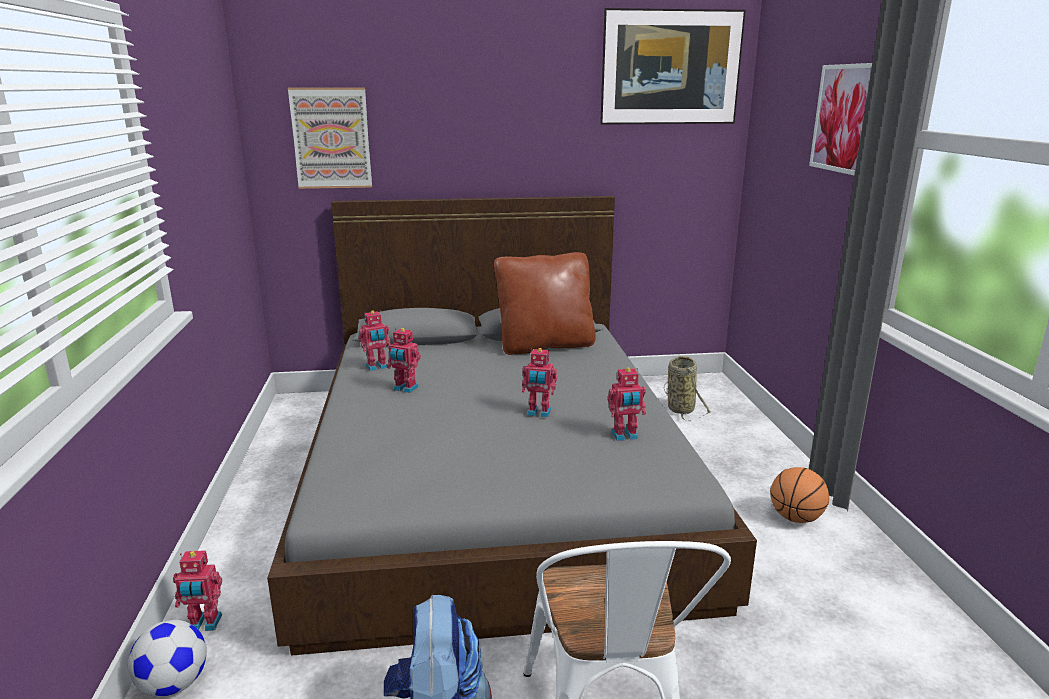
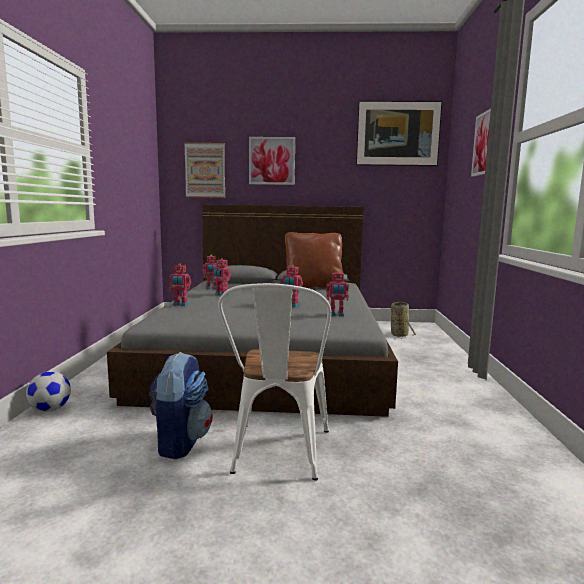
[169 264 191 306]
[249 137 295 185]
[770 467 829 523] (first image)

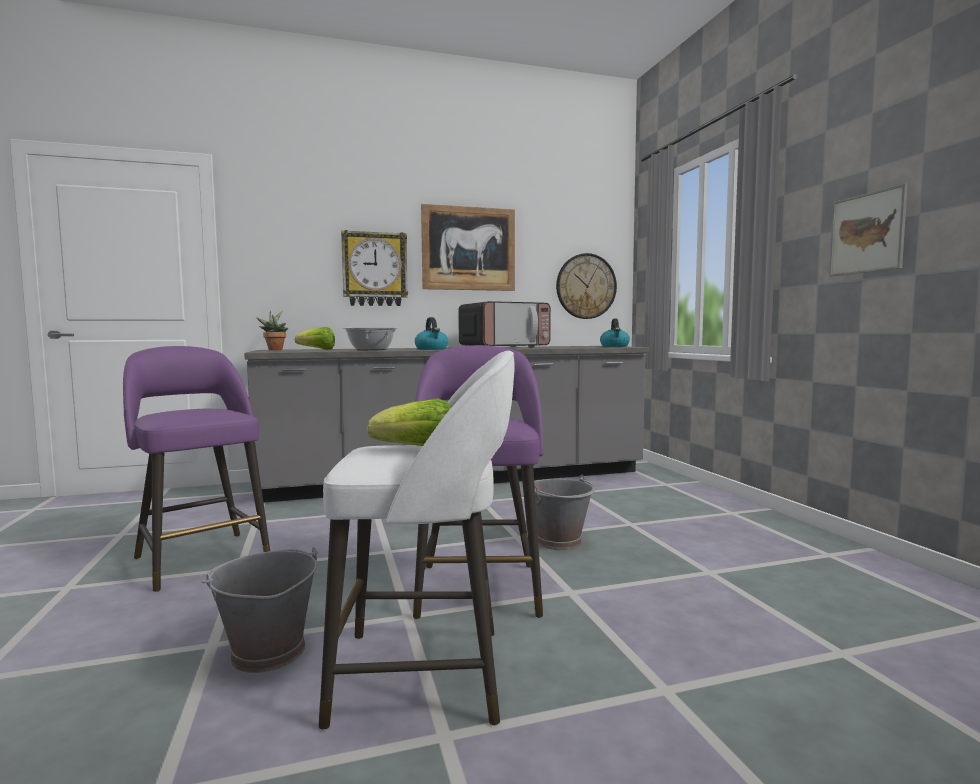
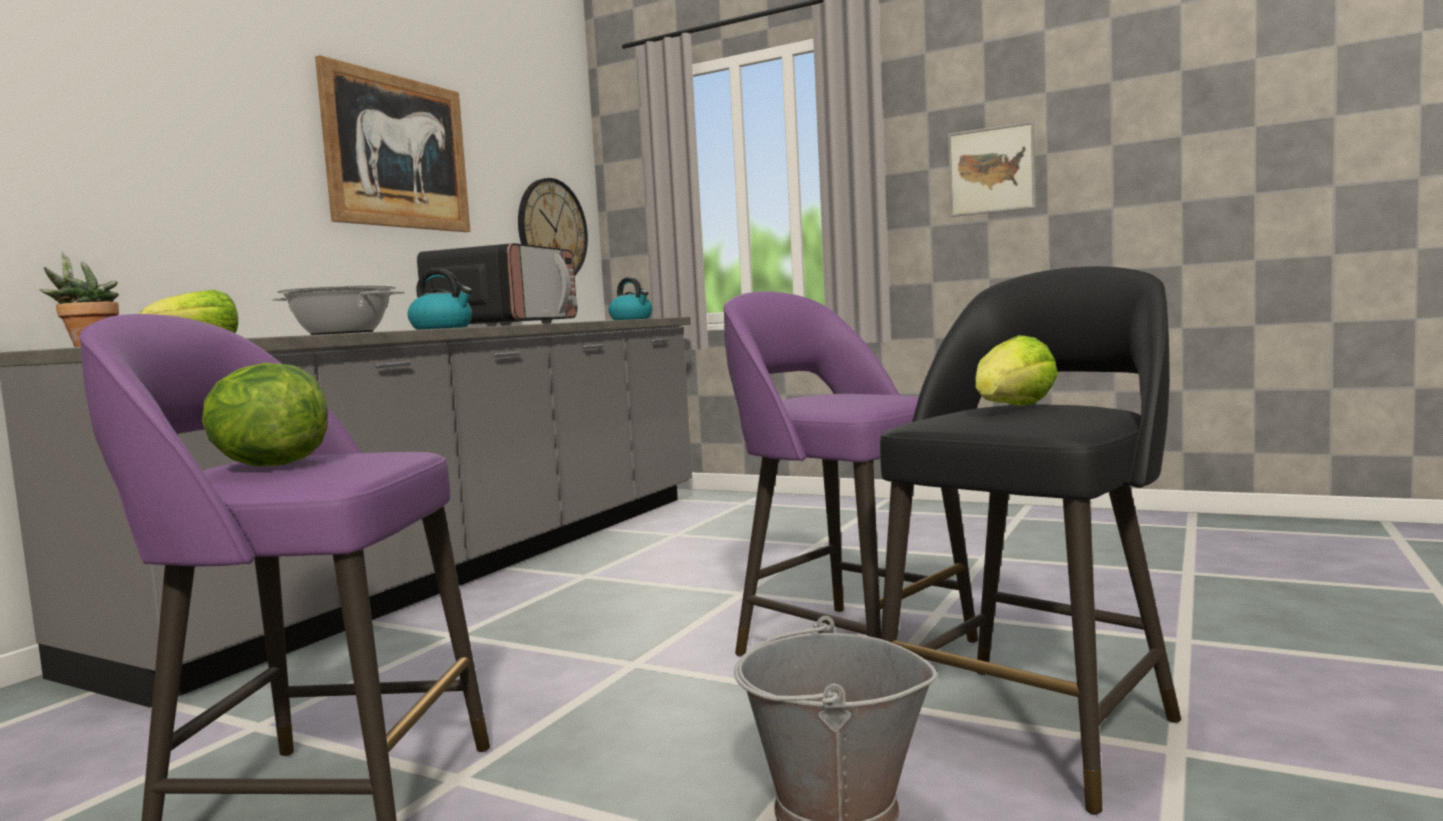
[202 363 328 466]
[880 266 1181 815]
[341 230 408 306] (first image)
[534 475 595 550] (first image)

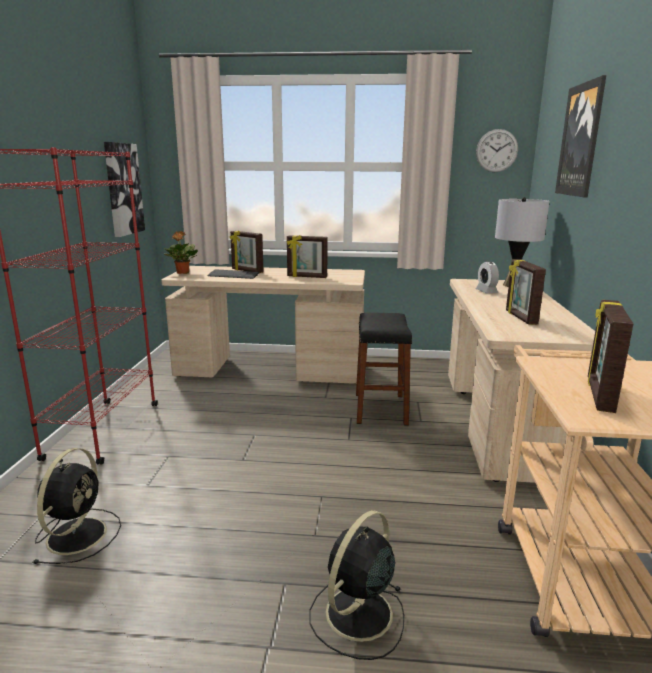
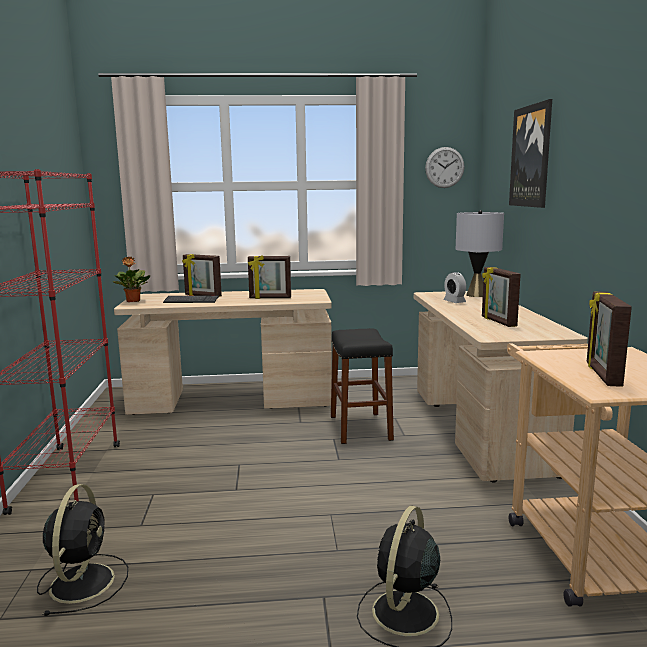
[104 142 145 237] (first image)

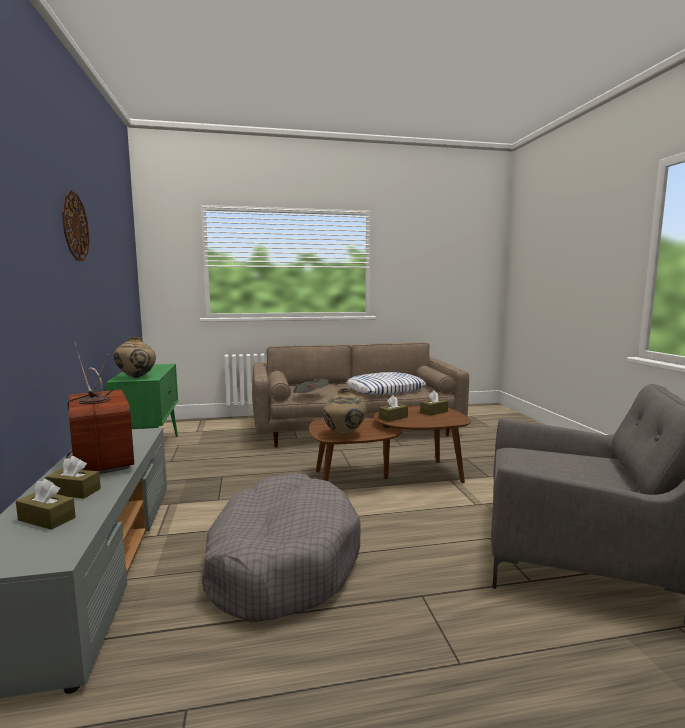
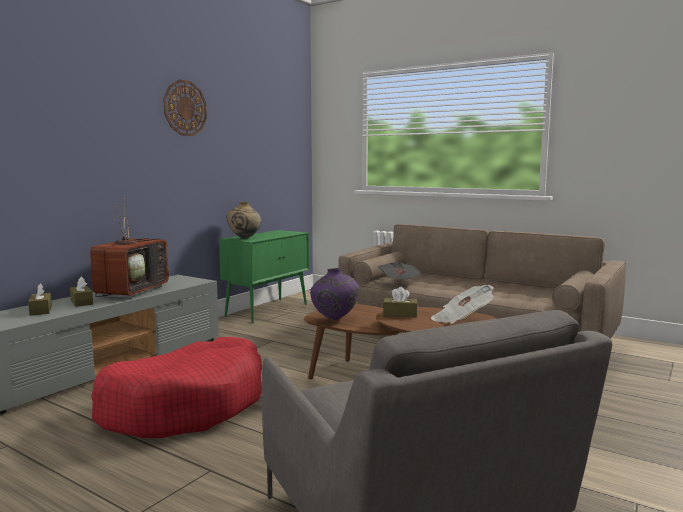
[91 337 262 438]
[310 268 359 320]
[431 285 494 324]
[346 372 426 395] (first image)

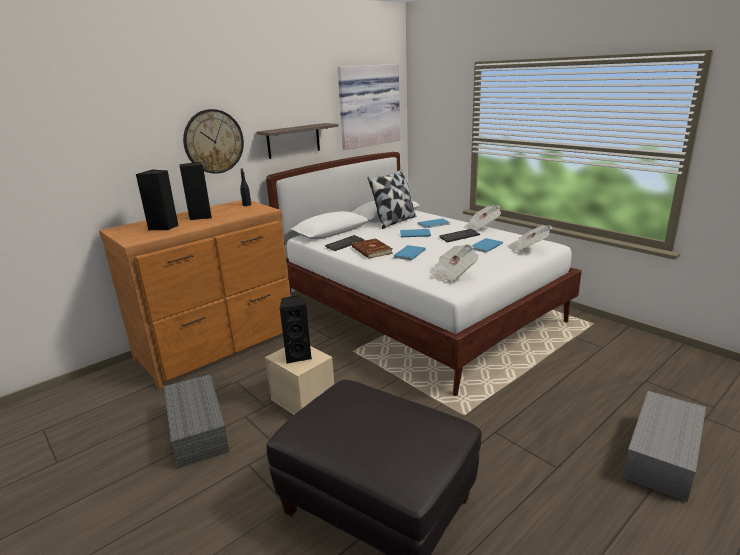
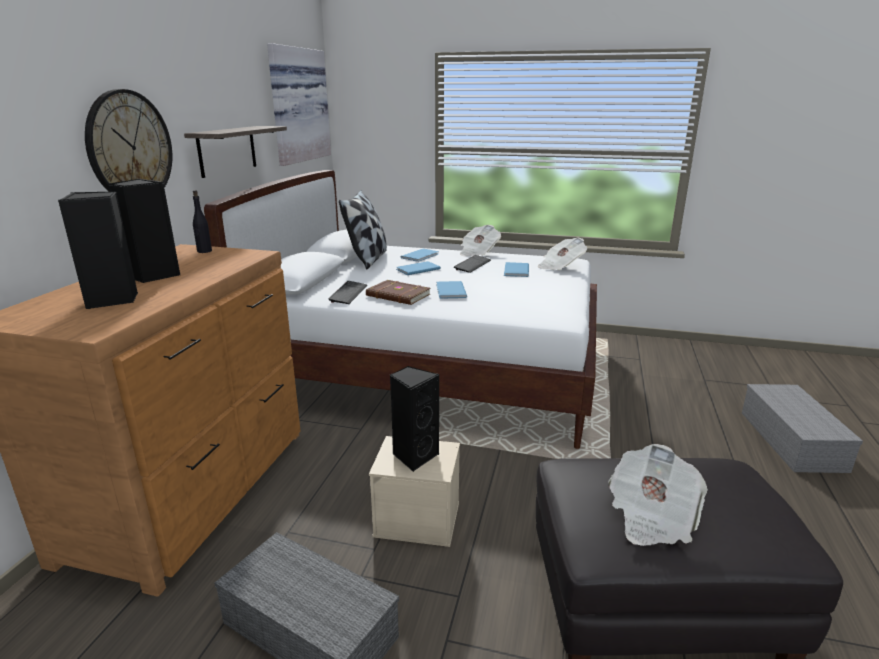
[608 444 708 546]

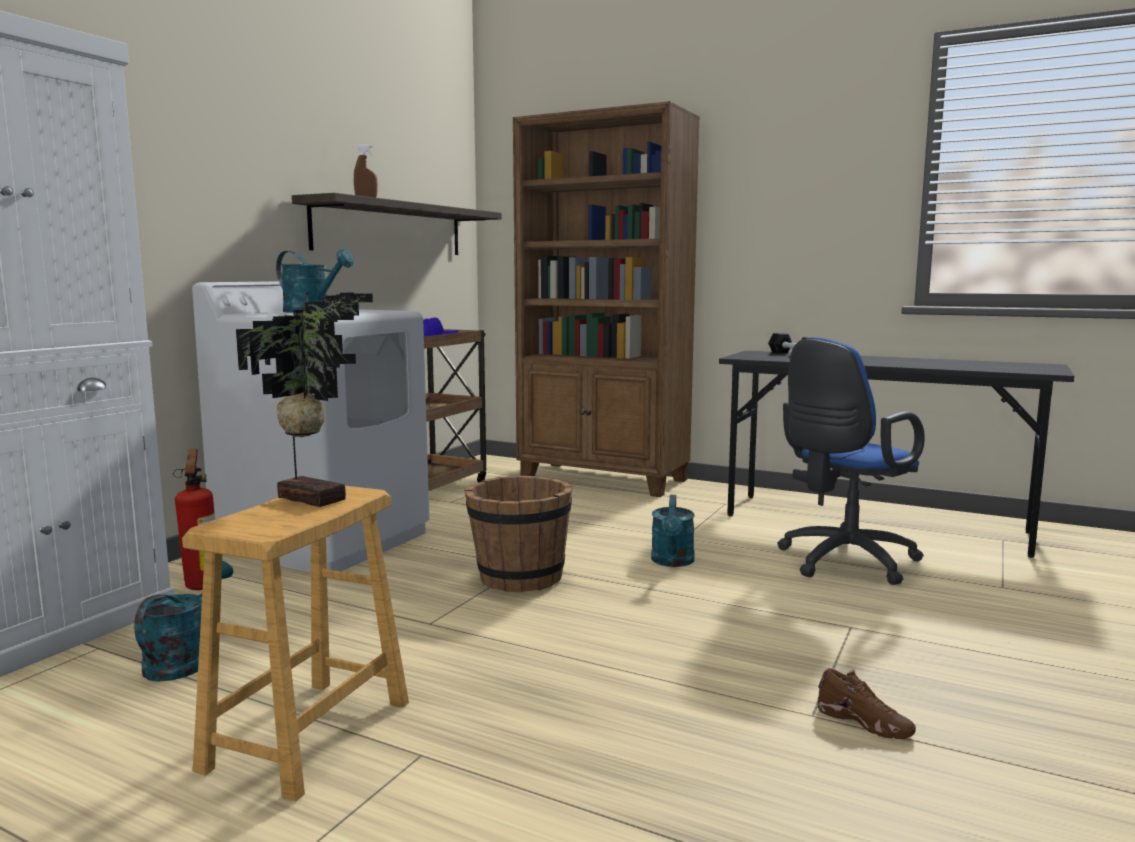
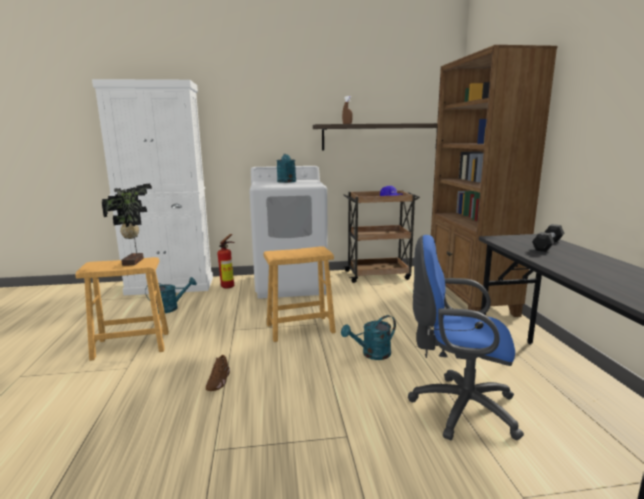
[206 355 230 391]
[263 246 336 342]

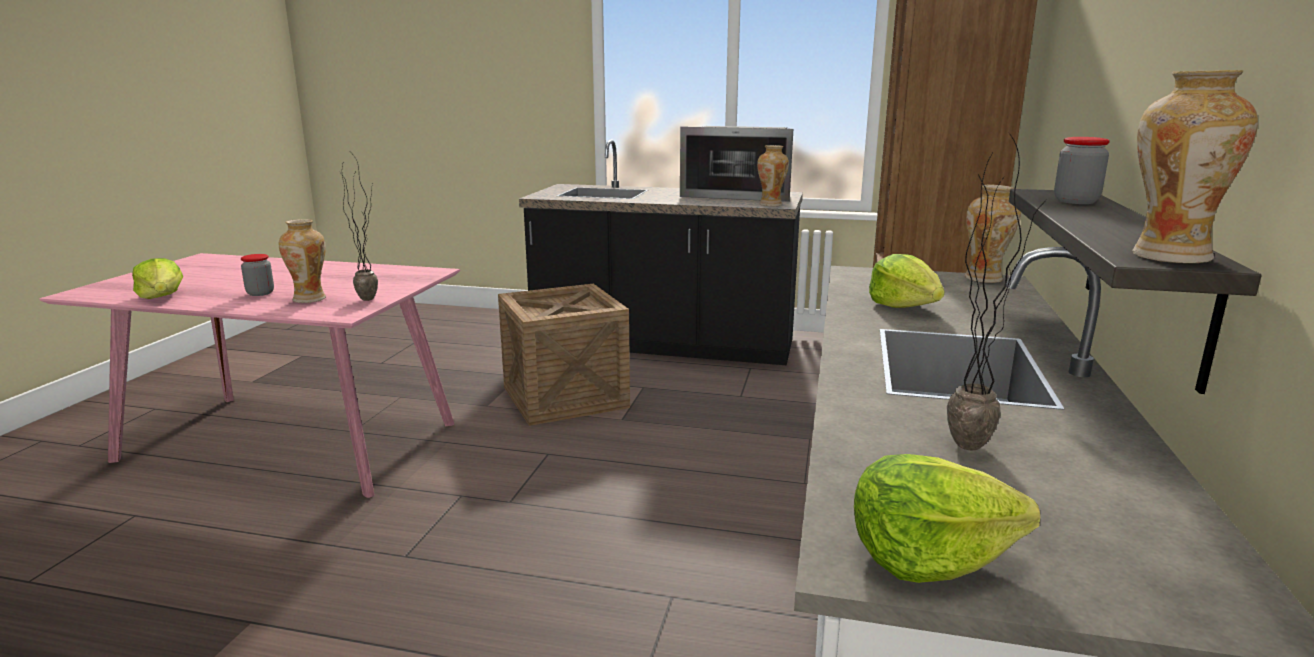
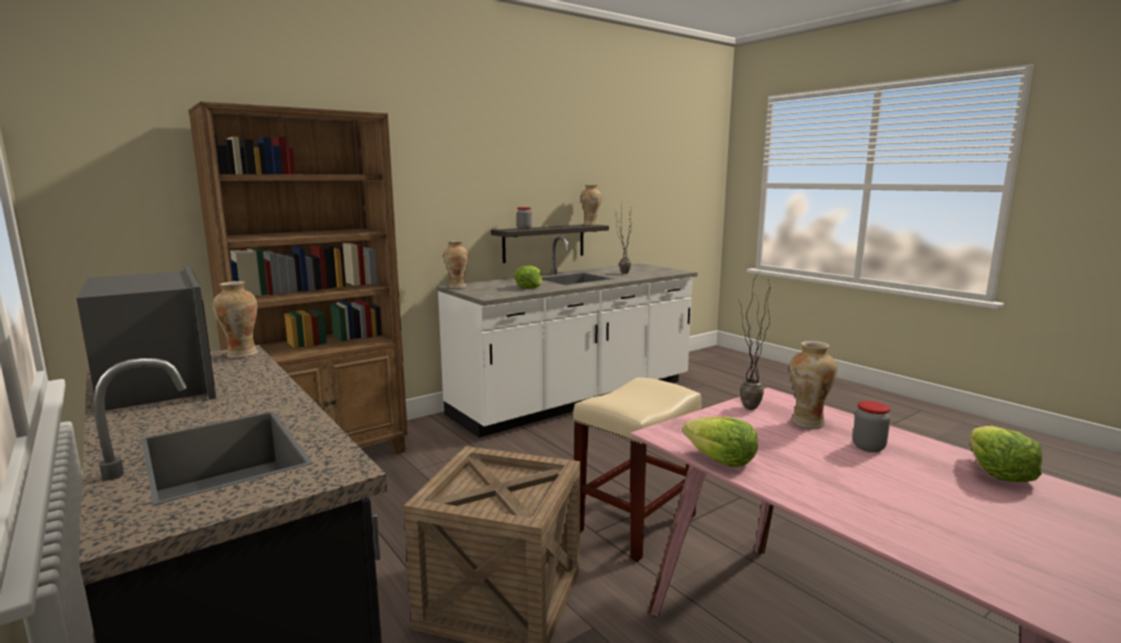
[573 377 702 562]
[682 417 758 467]

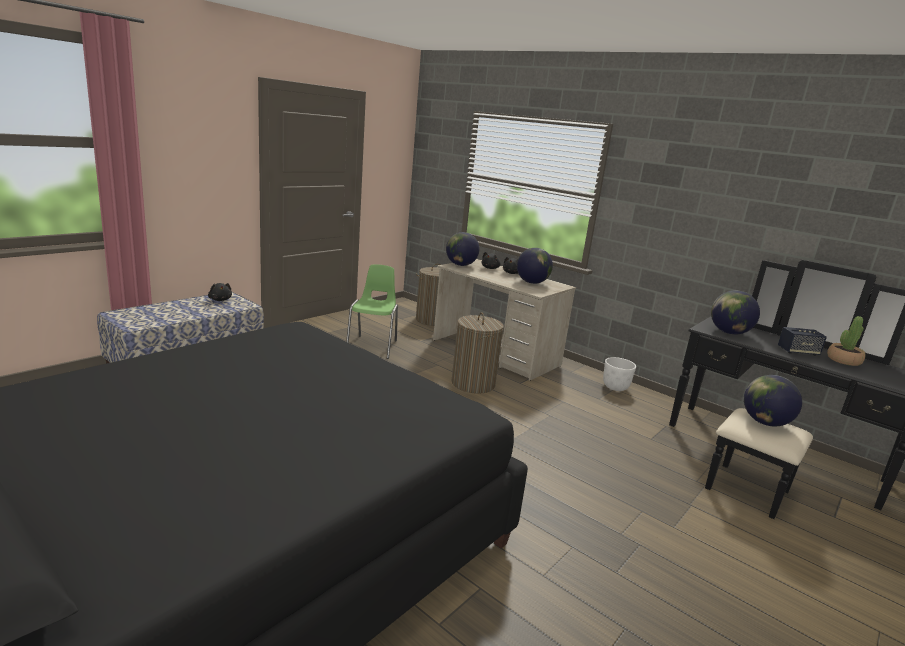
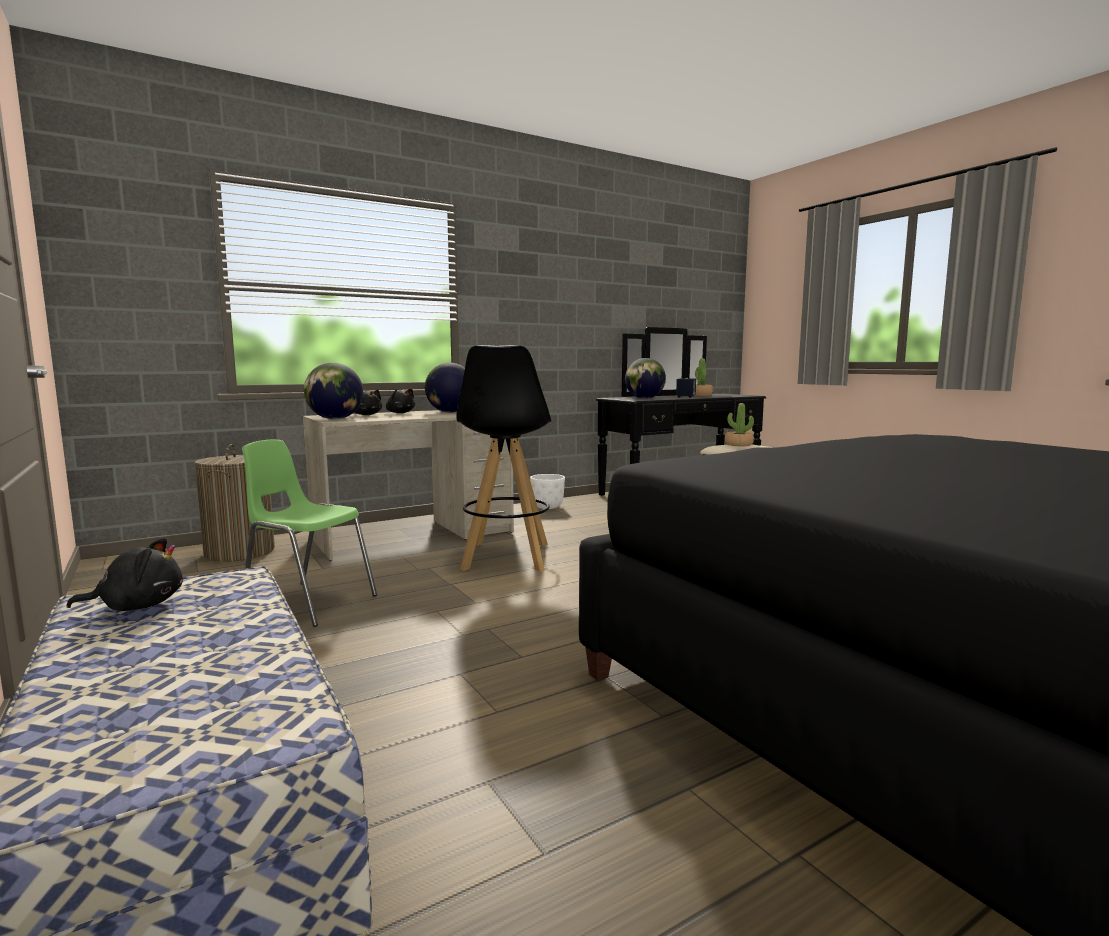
[456 345 551 572]
[725 403 754 446]

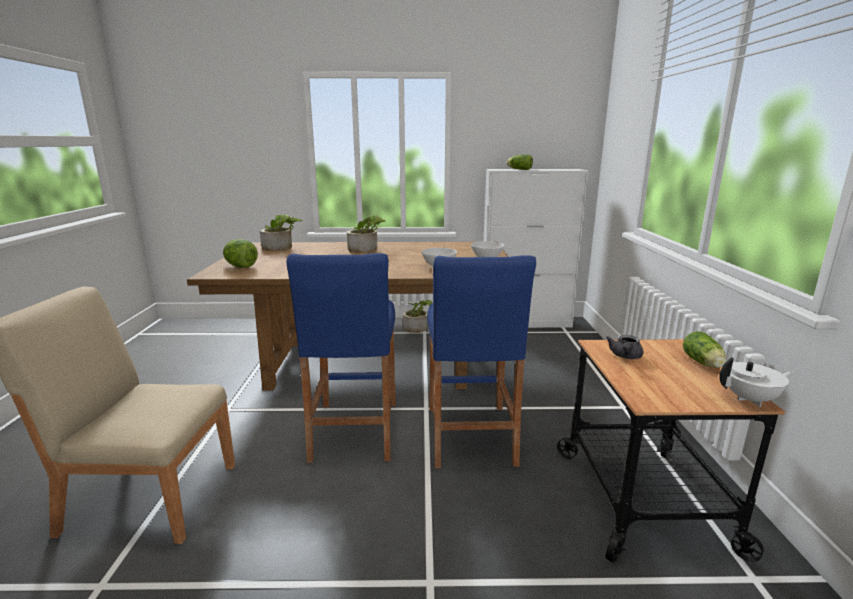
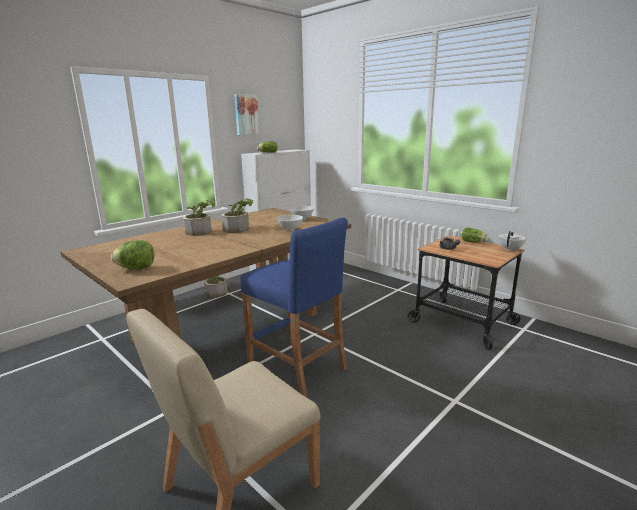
[221 198 253 233]
[234 94 260 135]
[427 255 536 468] (first image)

